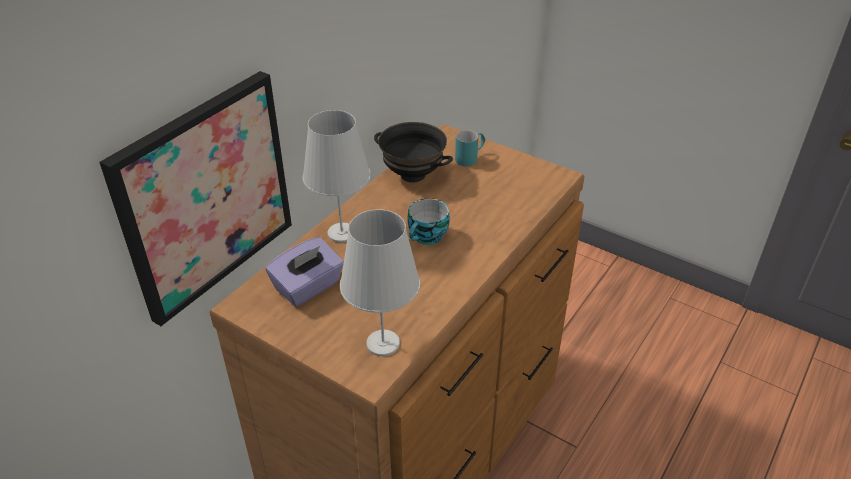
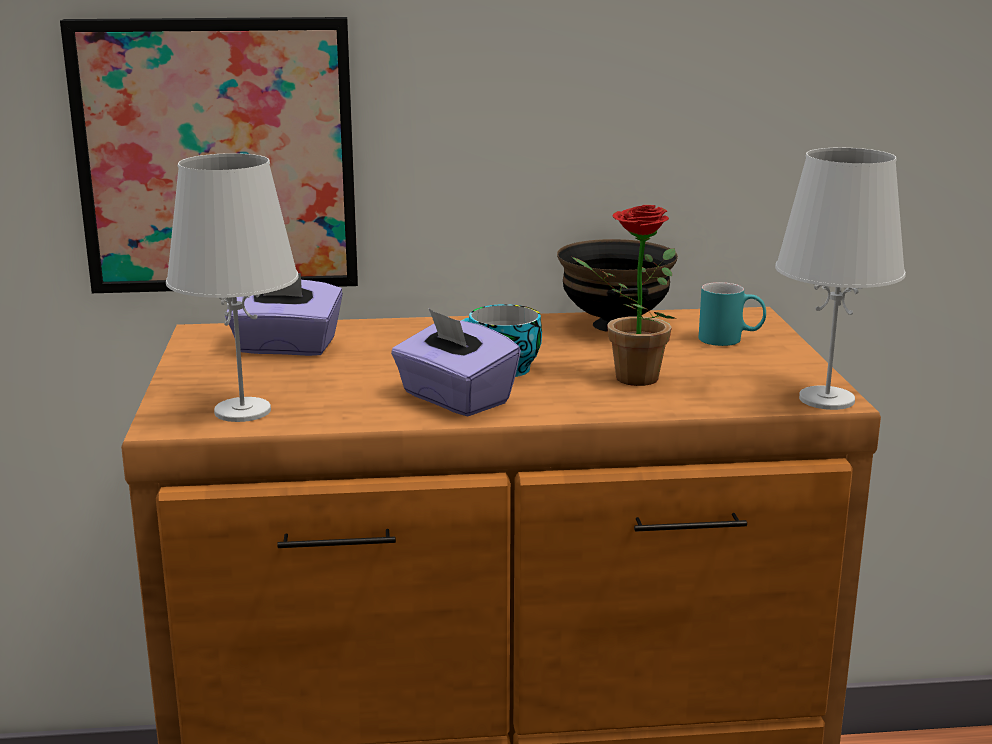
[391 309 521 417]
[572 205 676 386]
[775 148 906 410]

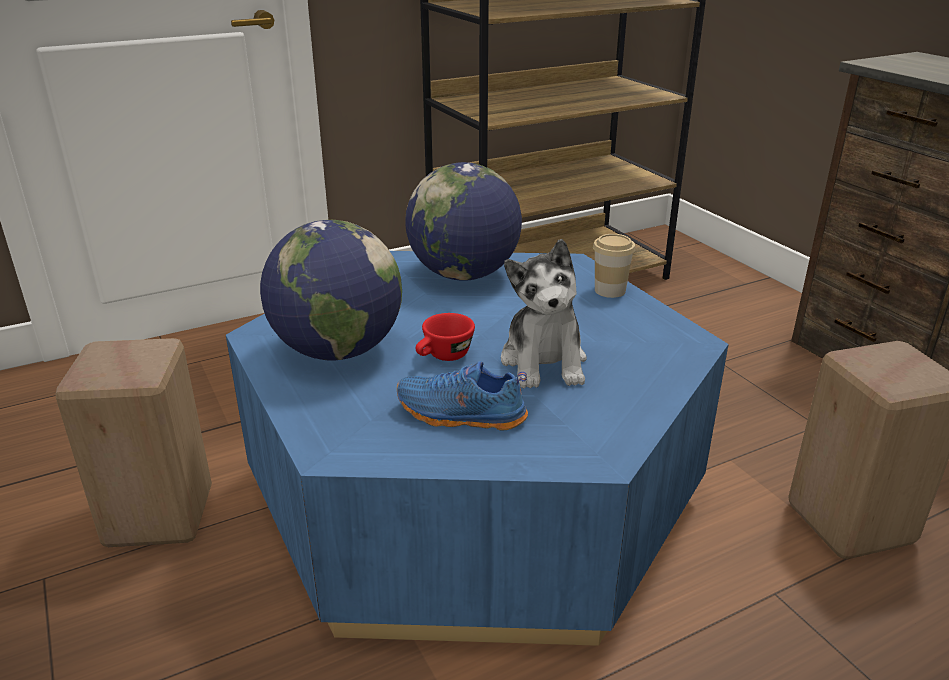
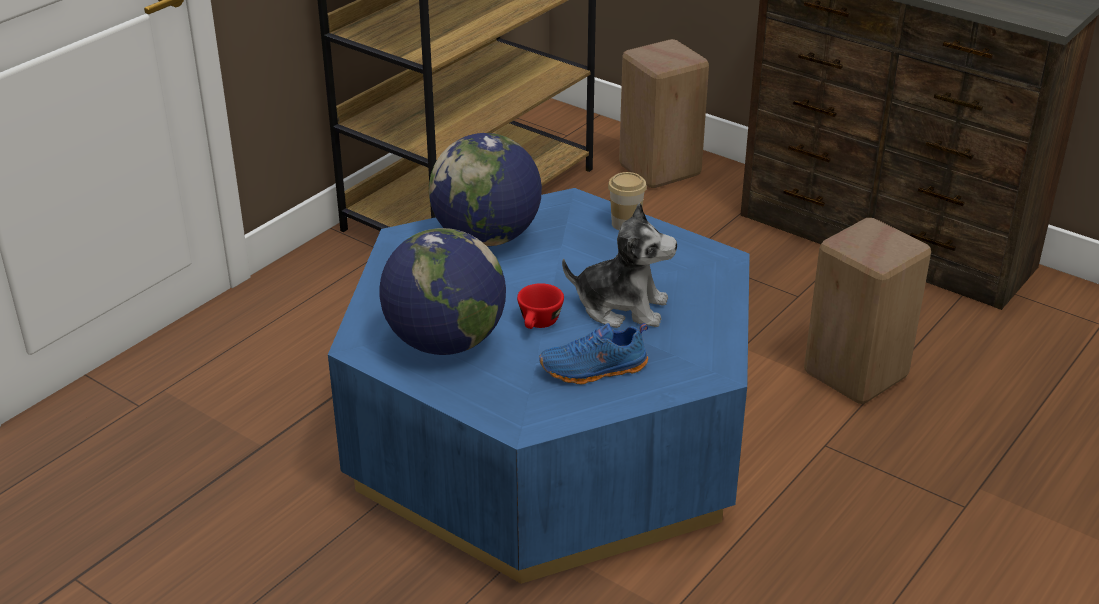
[562 203 677 328]
[619 39 709 188]

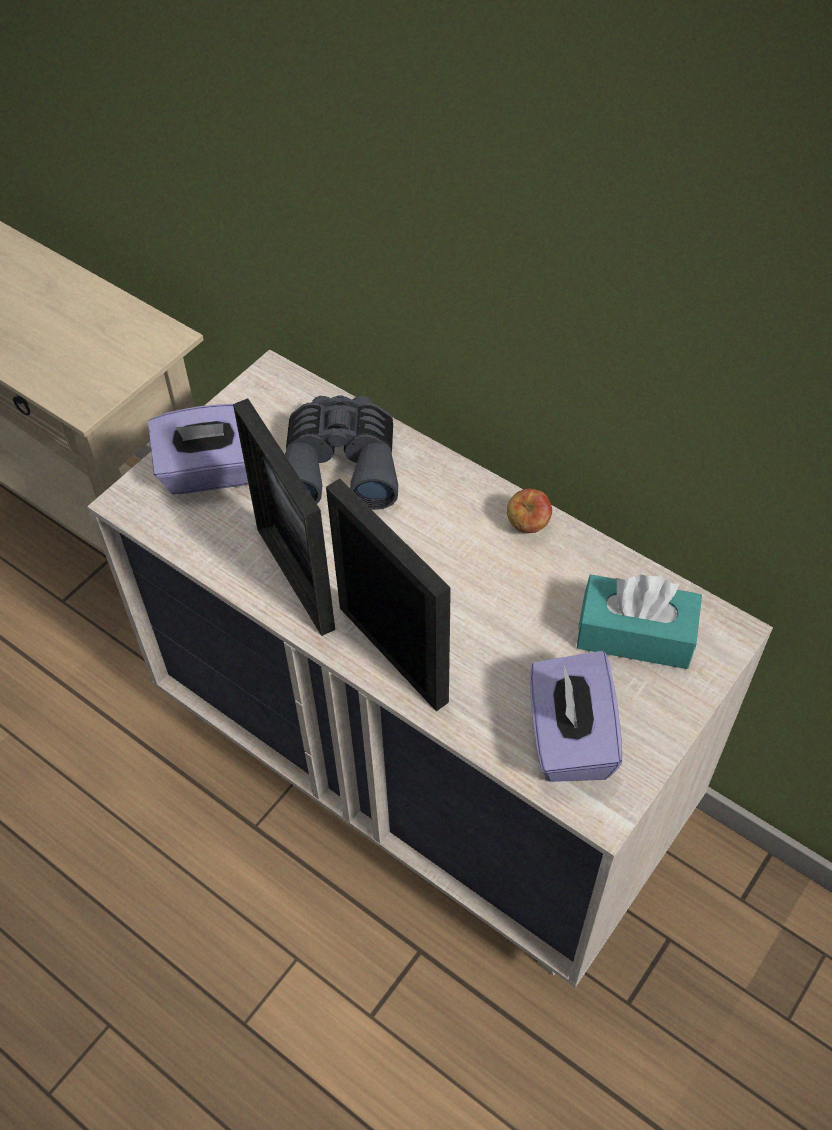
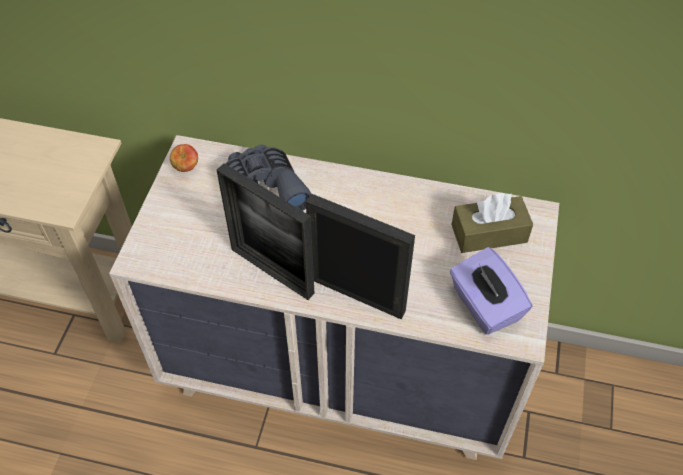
[170 144 198 172]
[451 193 533 253]
[148 404 248 494] (first image)

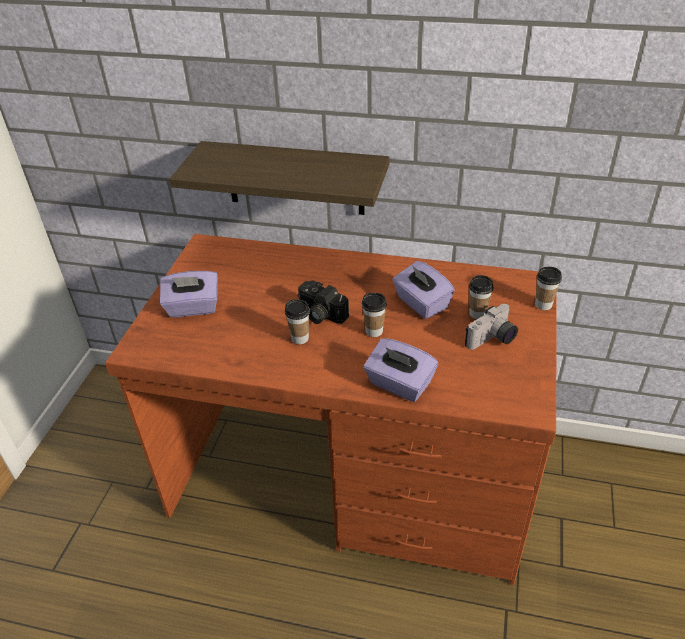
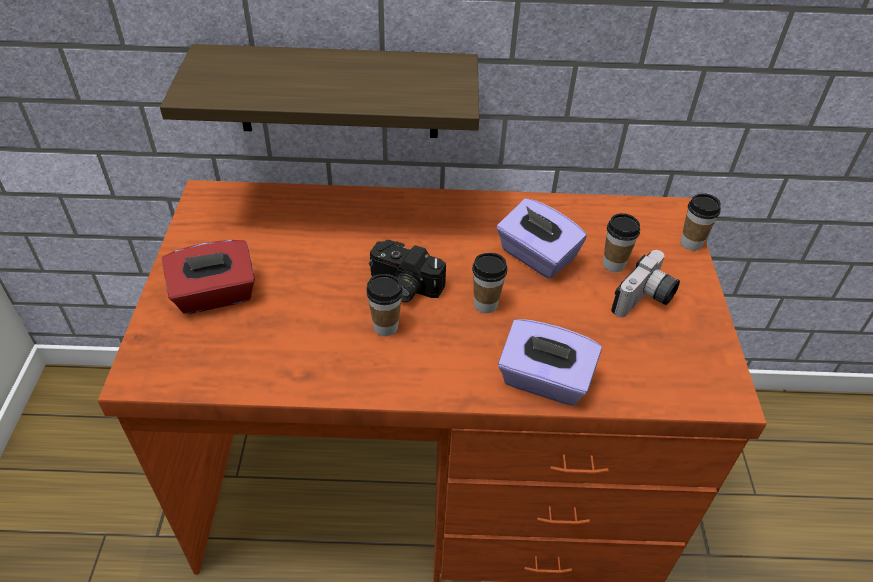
[162 240 255 314]

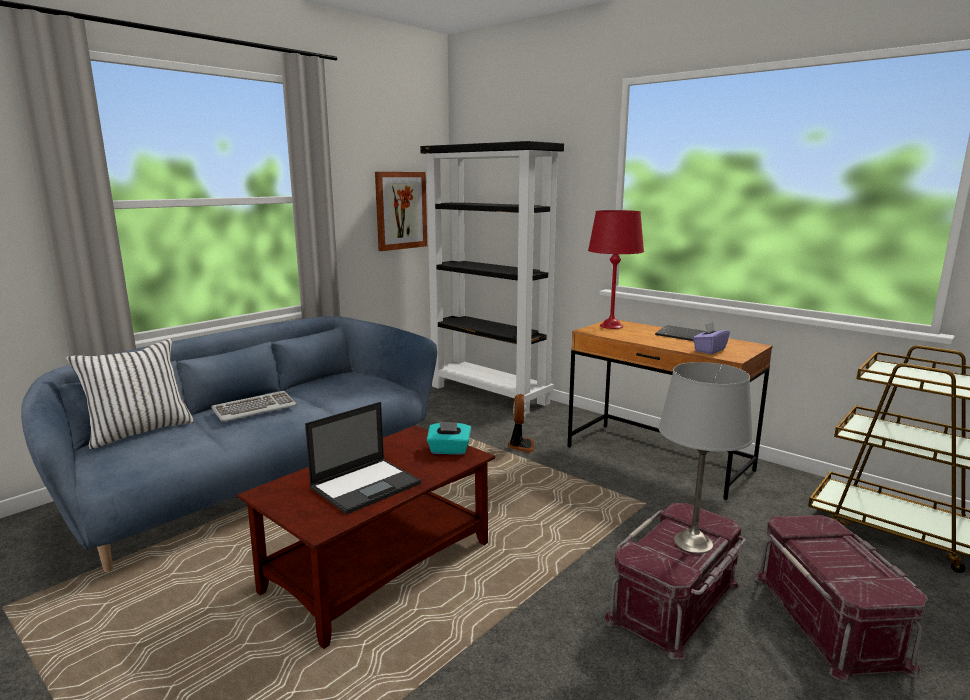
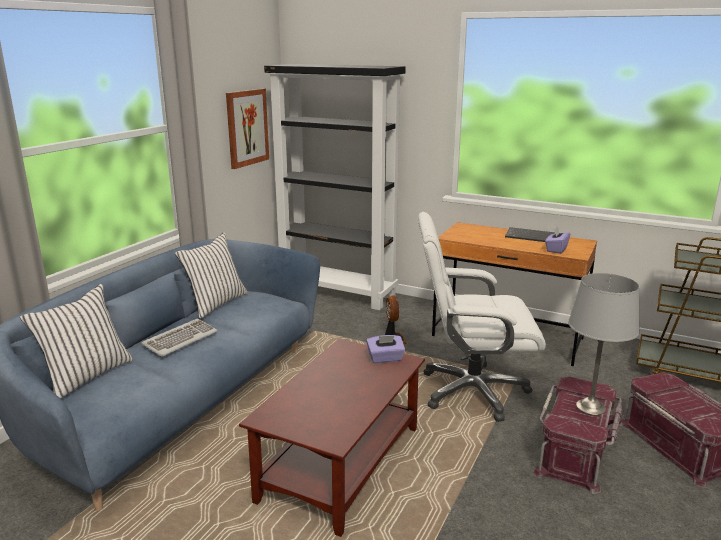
[175 232 248 319]
[366 335 405 363]
[418 212 546 422]
[305 402 421 514] (first image)
[588 210 644 329] (first image)

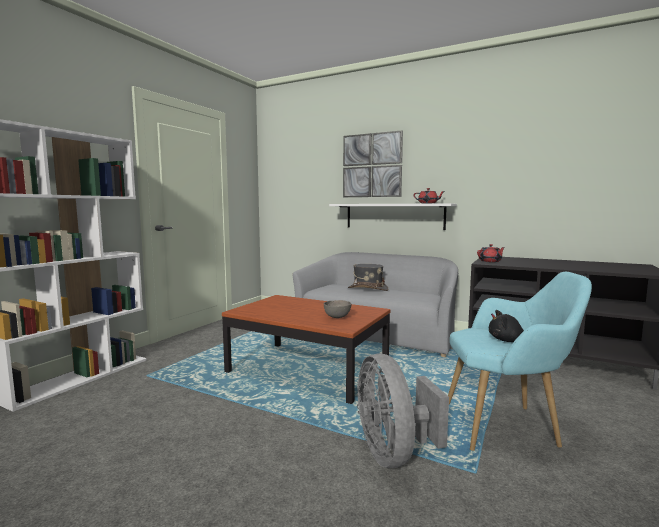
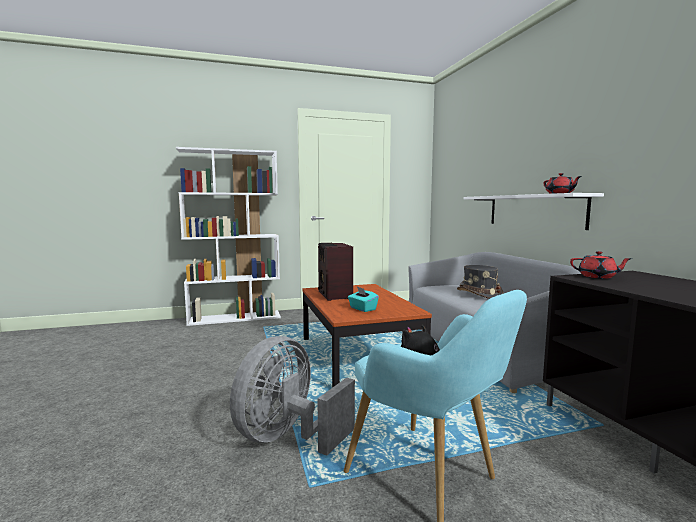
[318 243 353 301]
[348 287 379 312]
[343 131 403 197] (first image)

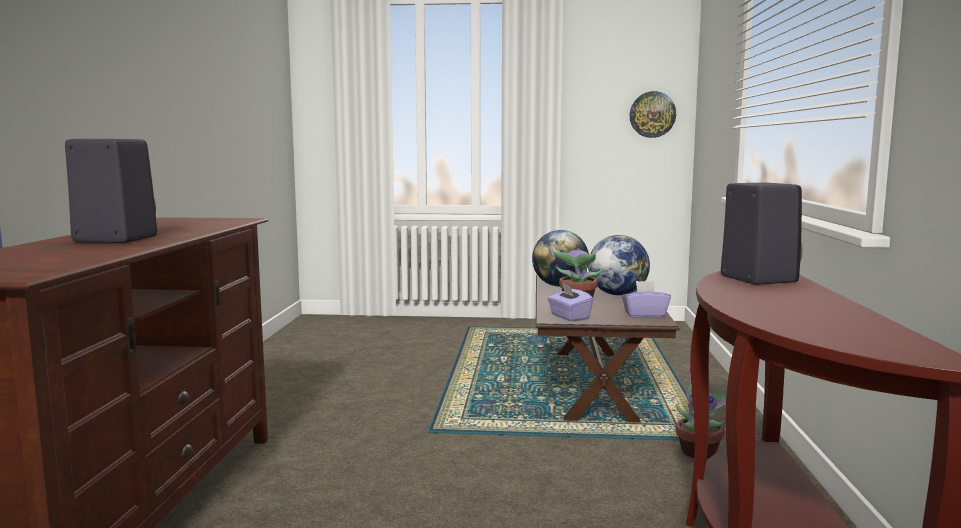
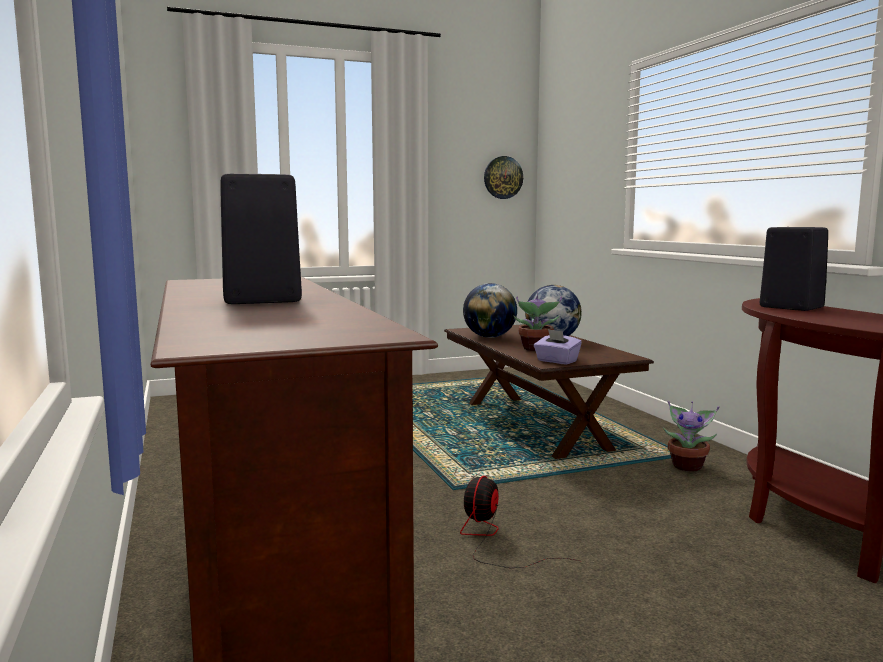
[460 476 580 568]
[622 281 671 317] (first image)

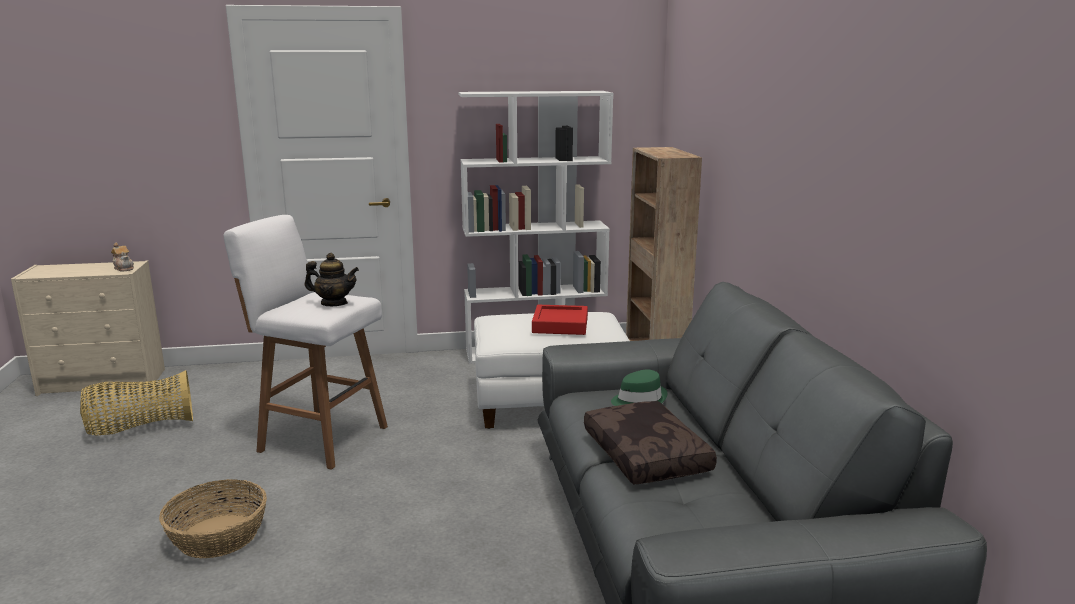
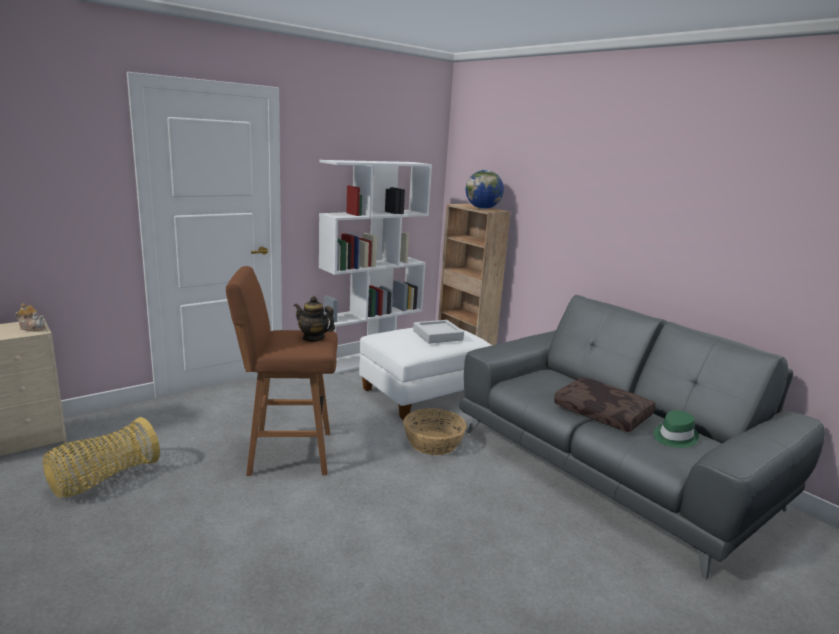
[226 266 338 476]
[294 296 335 342]
[403 408 467 455]
[413 320 464 344]
[466 170 504 209]
[653 410 699 448]

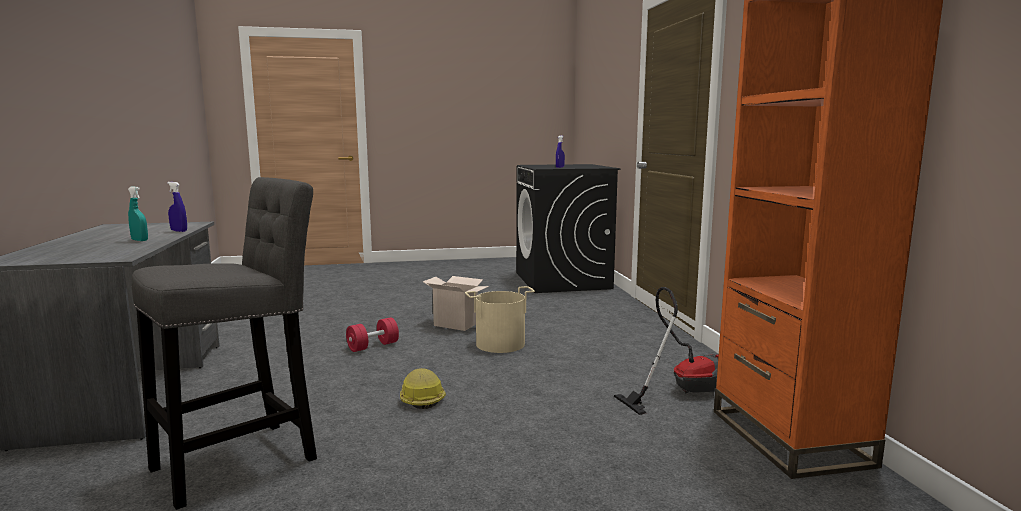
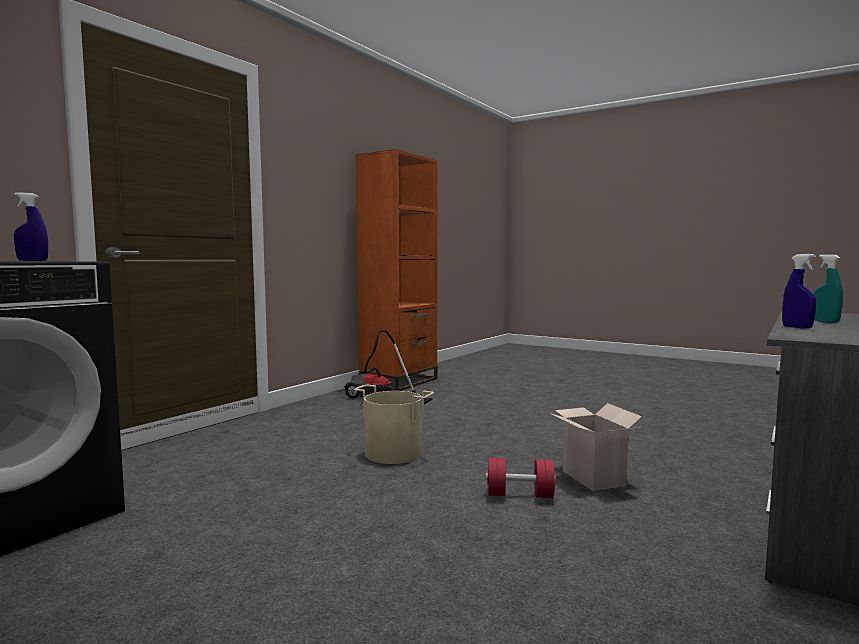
[550 403 642 491]
[132 177 317 510] (first image)
[400 368 446 409] (first image)

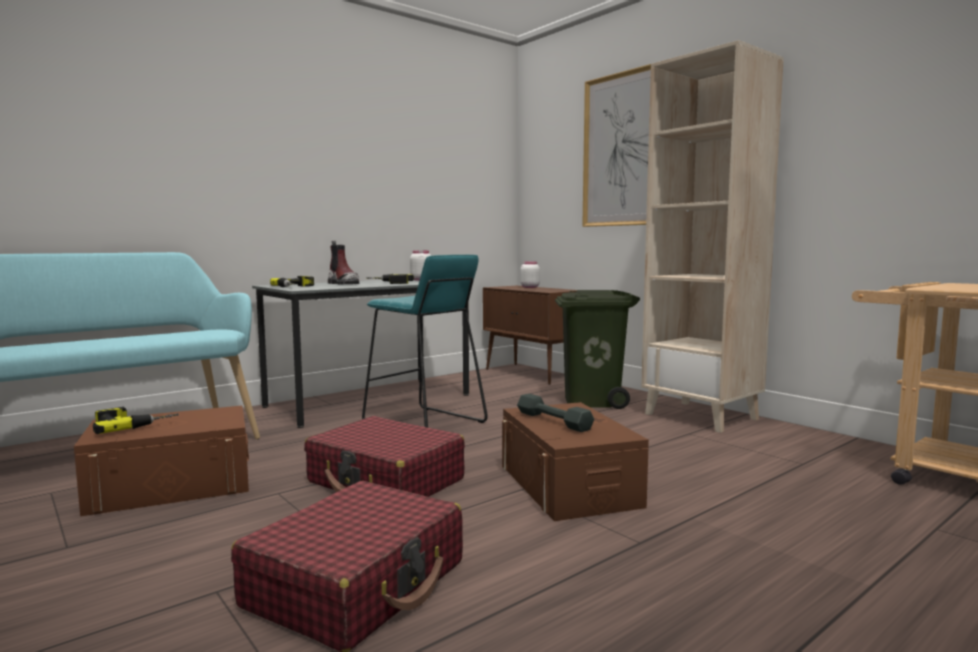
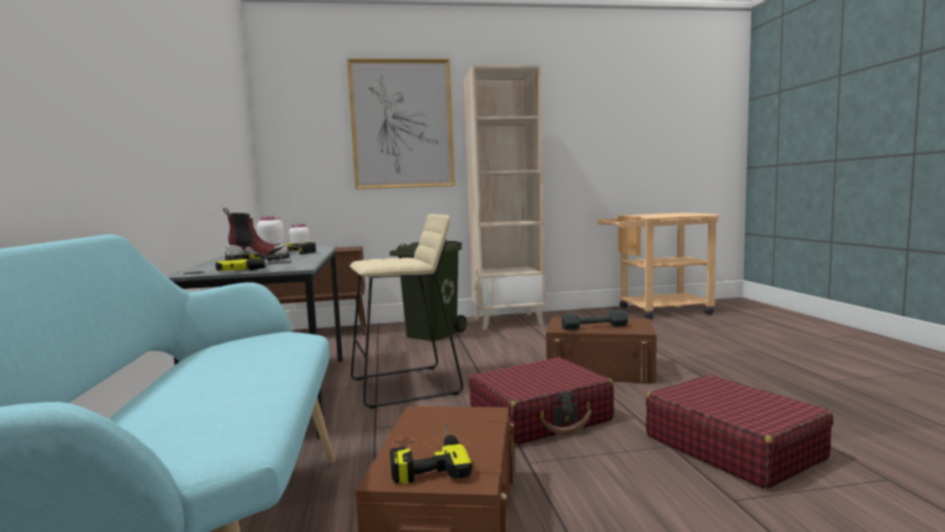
[350 214 463 409]

